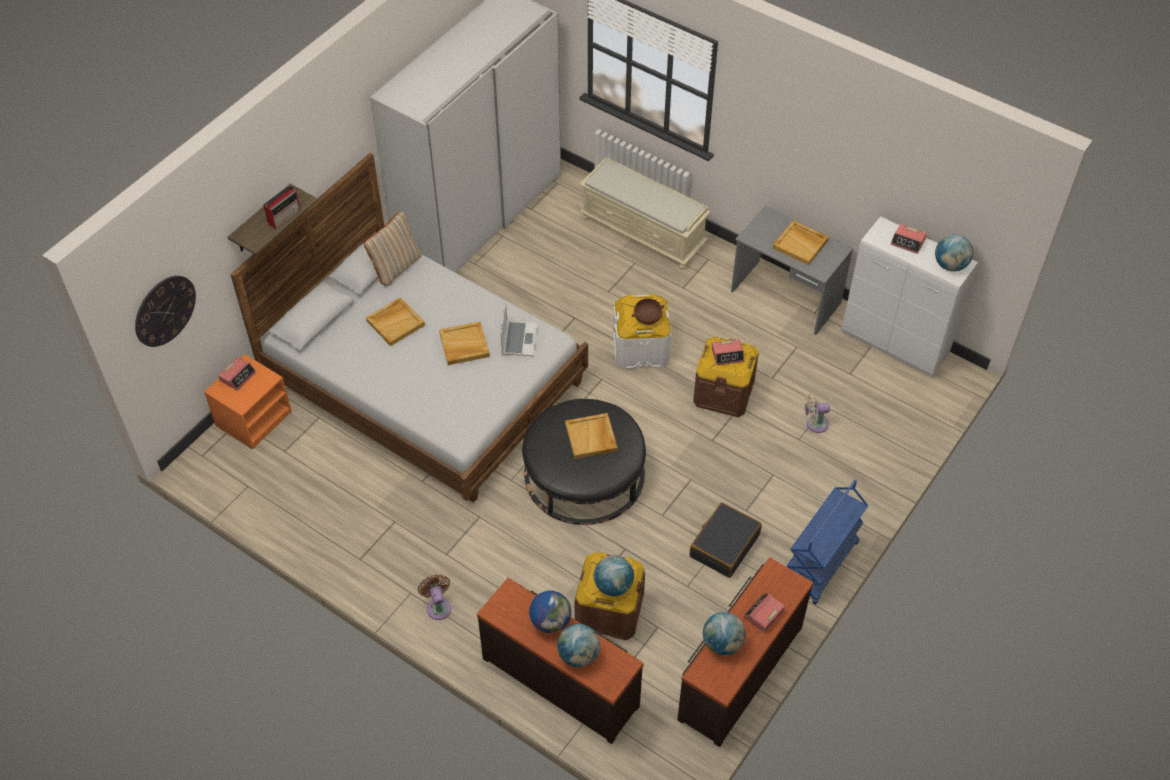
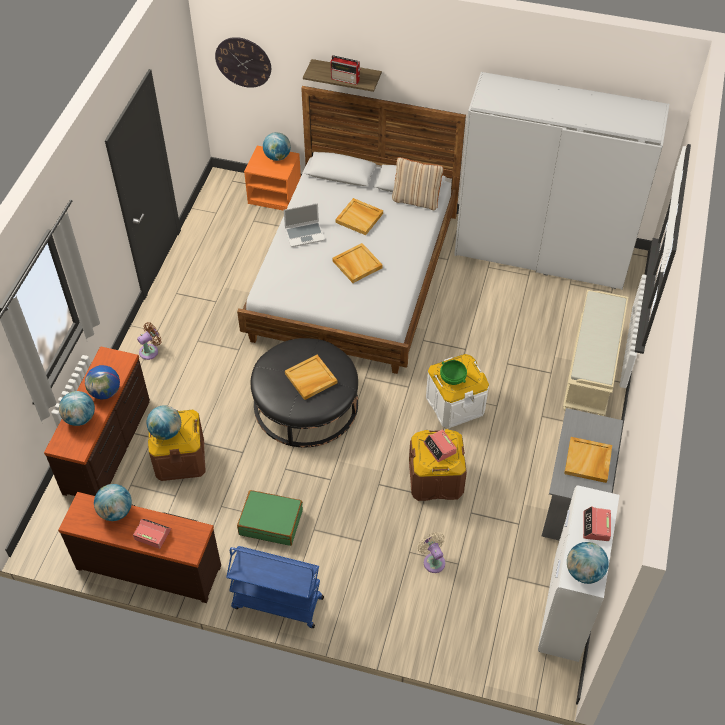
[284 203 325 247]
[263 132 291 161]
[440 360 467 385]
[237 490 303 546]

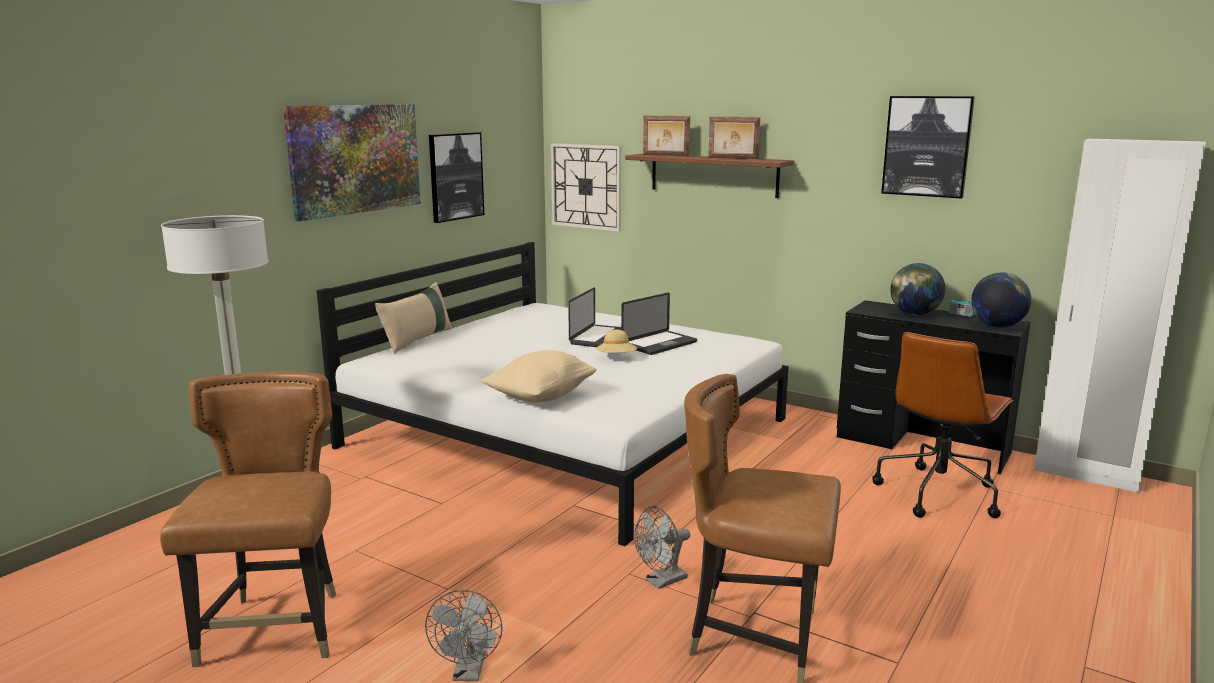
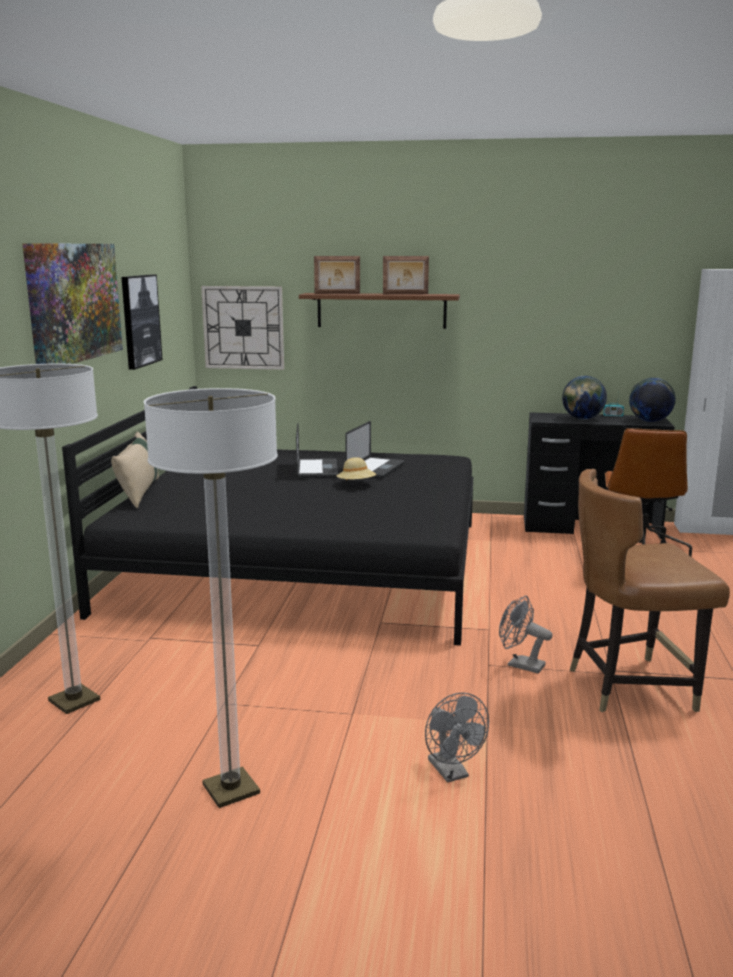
[481 350 597 402] (first image)
[881 96 975 199] (first image)
[144 388 278 808]
[62 386 473 645]
[499 596 553 673]

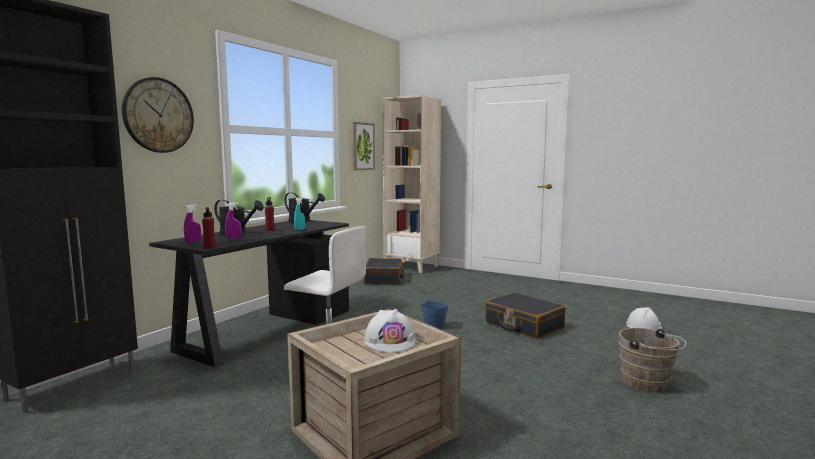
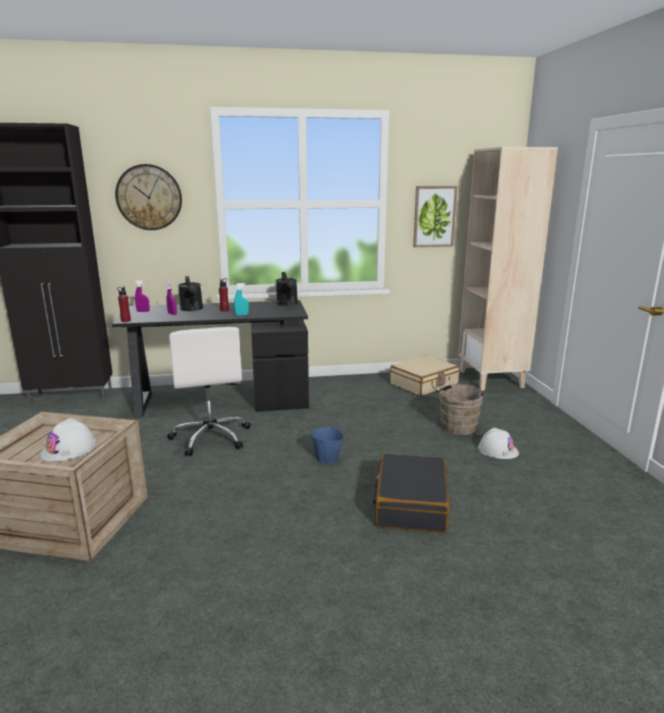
[437 384 486 435]
[478 428 519 459]
[390 355 459 396]

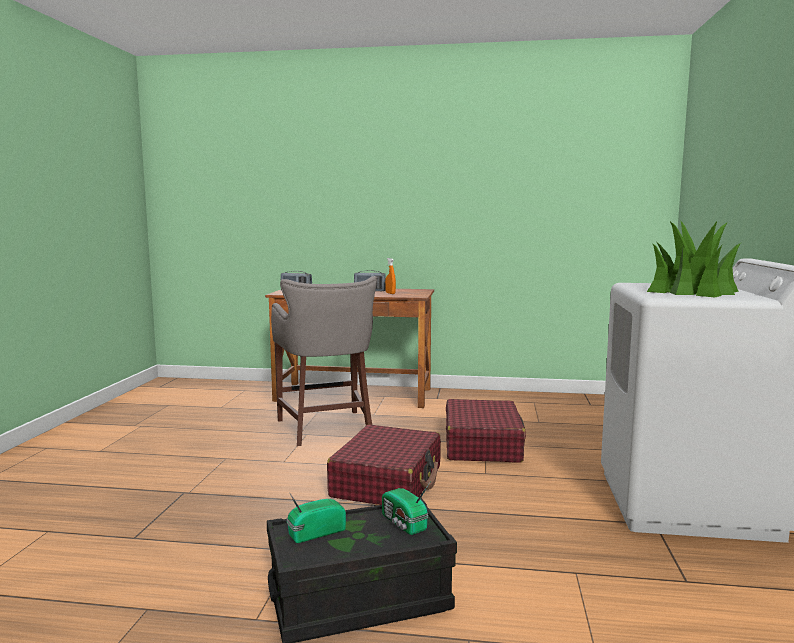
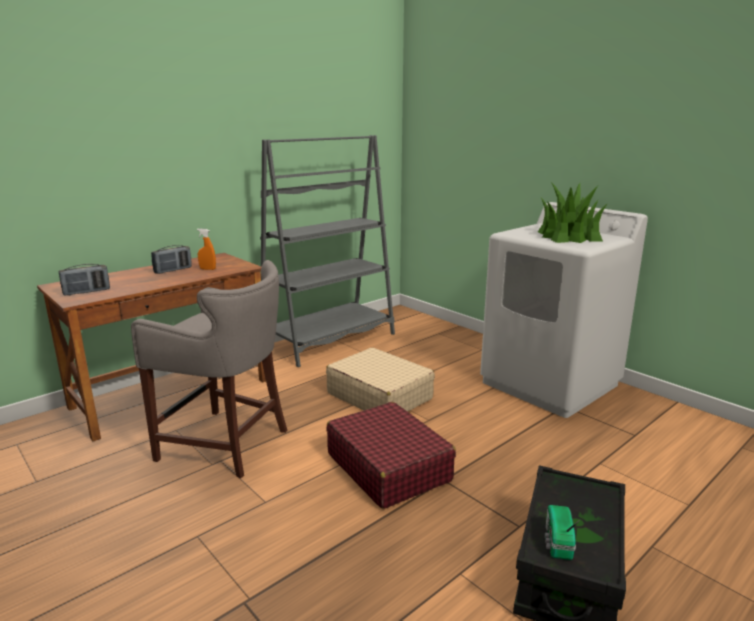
[382 481 431 535] (first image)
[260 135 395 367]
[326 348 435 412]

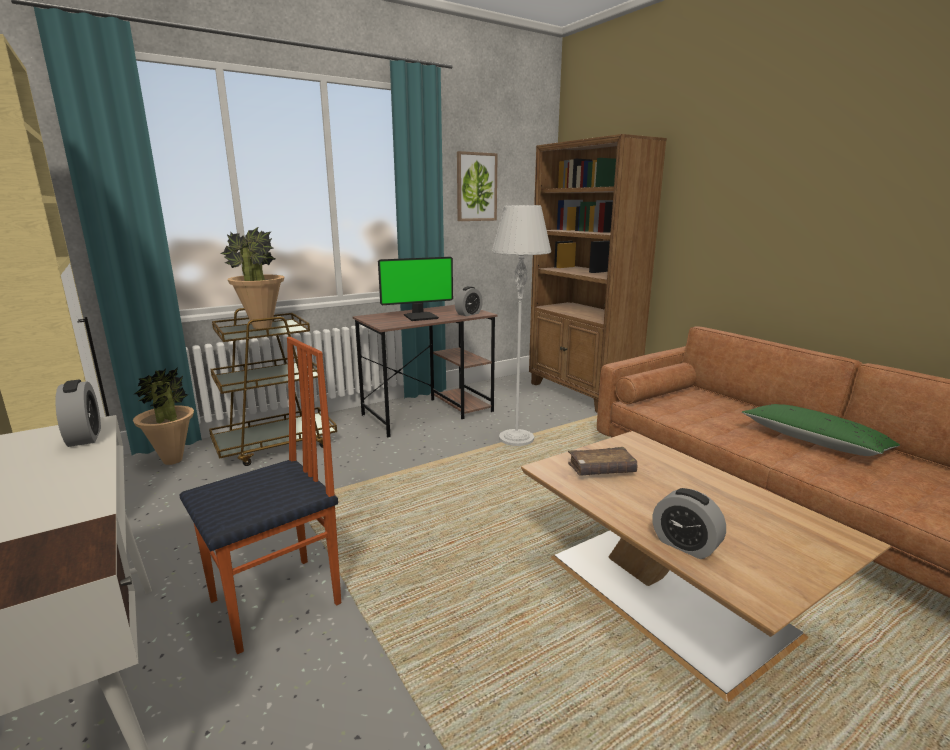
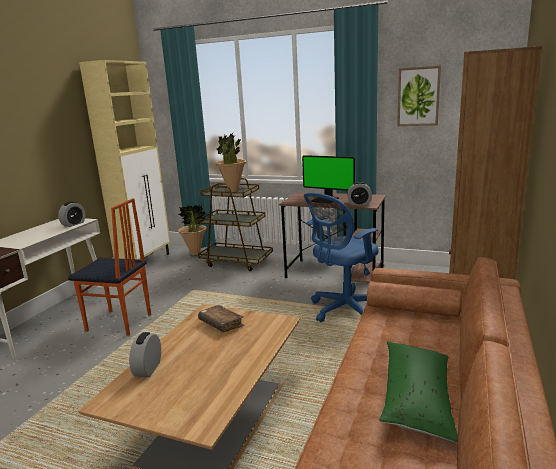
[304 192 379 322]

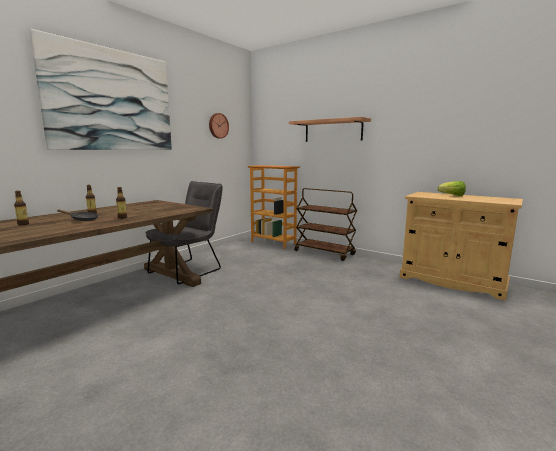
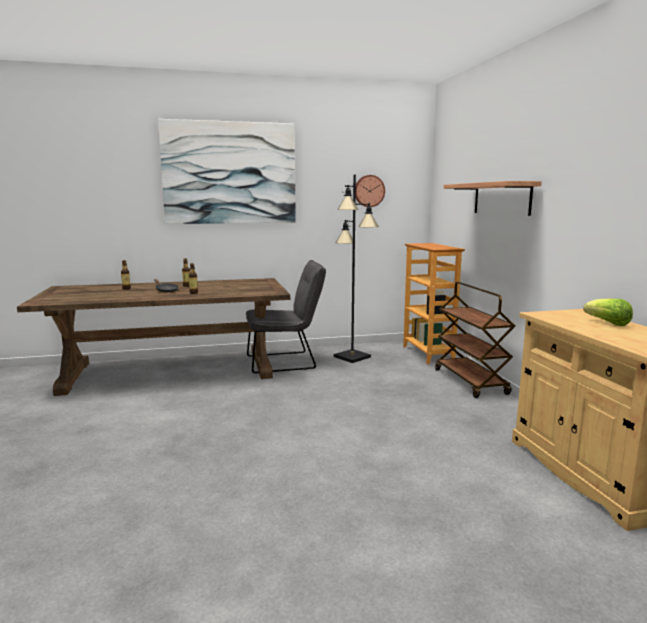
[334 175 379 363]

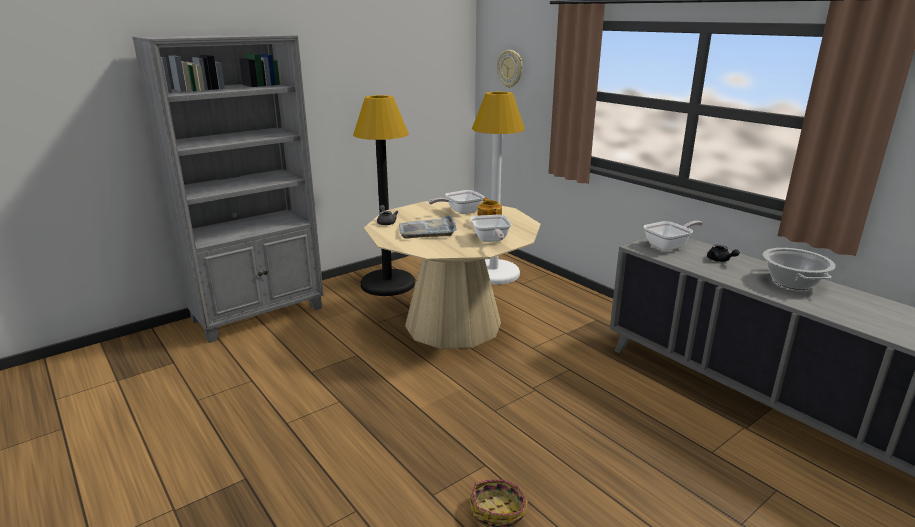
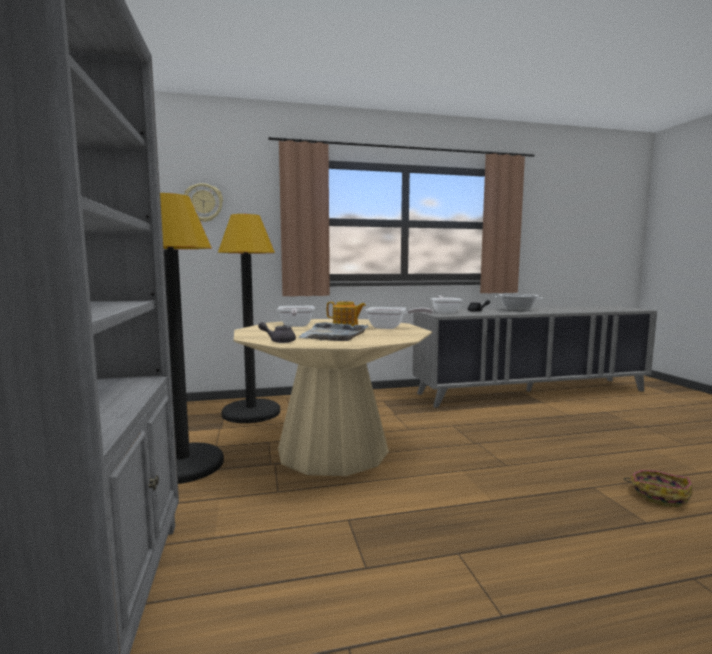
[218 214 280 423]

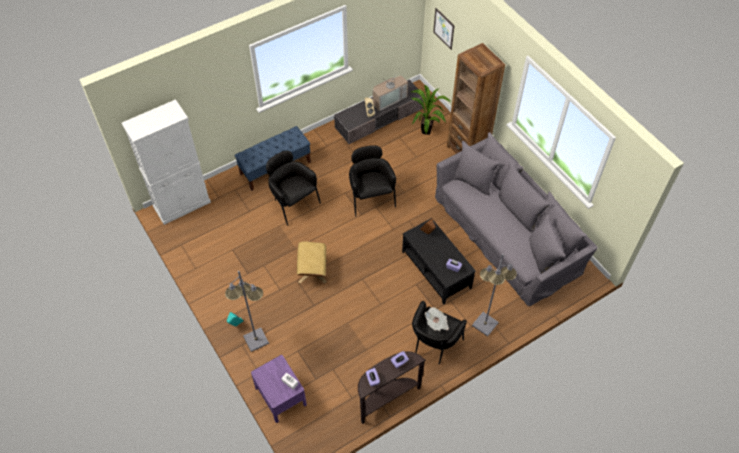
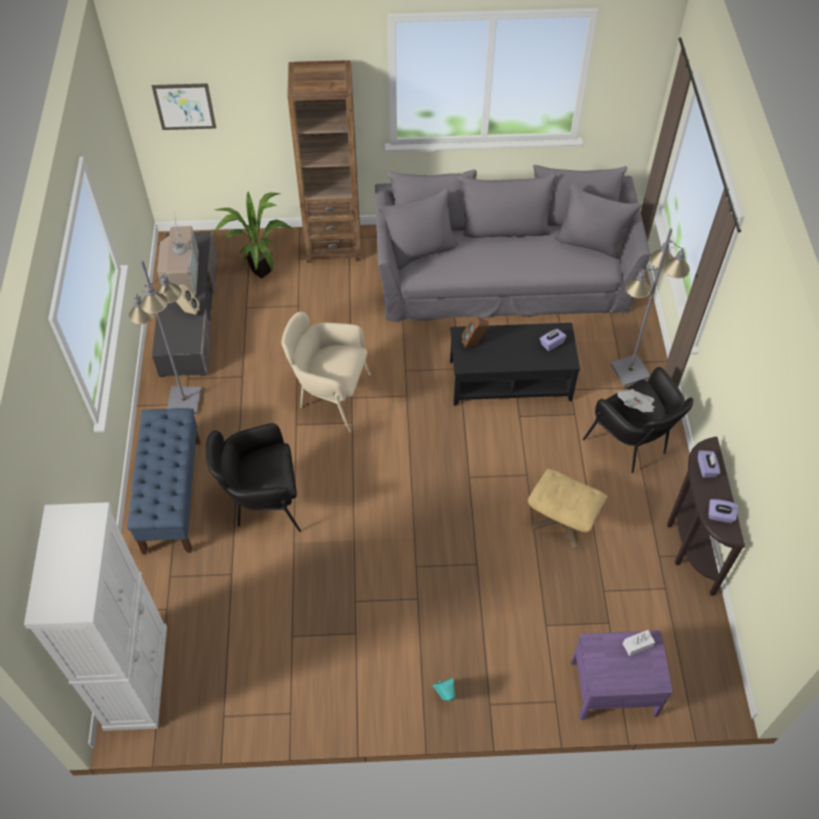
[129 260 202 414]
[528 469 609 549]
[282 311 370 432]

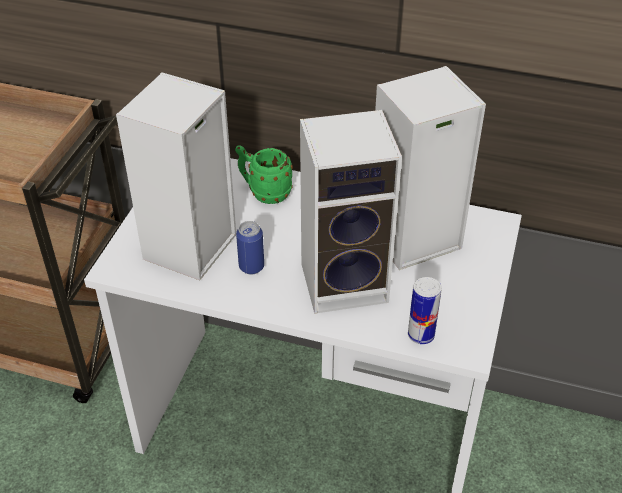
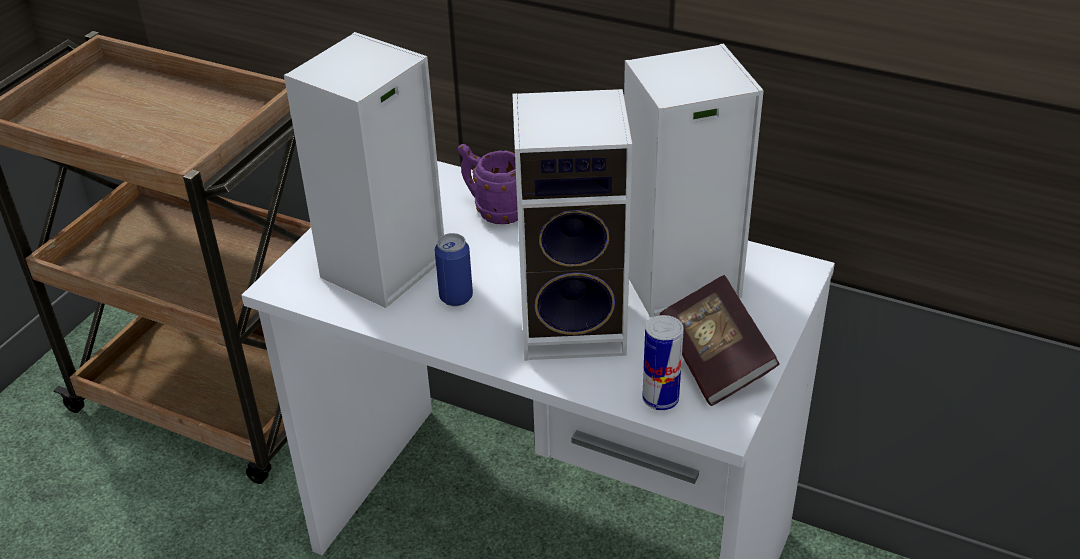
[660 275 780 406]
[458 144 518 224]

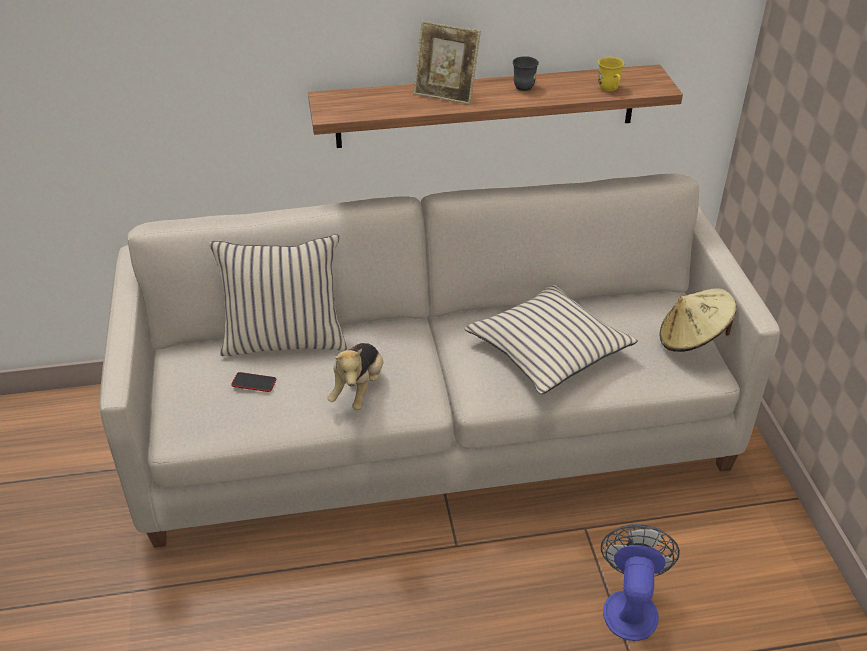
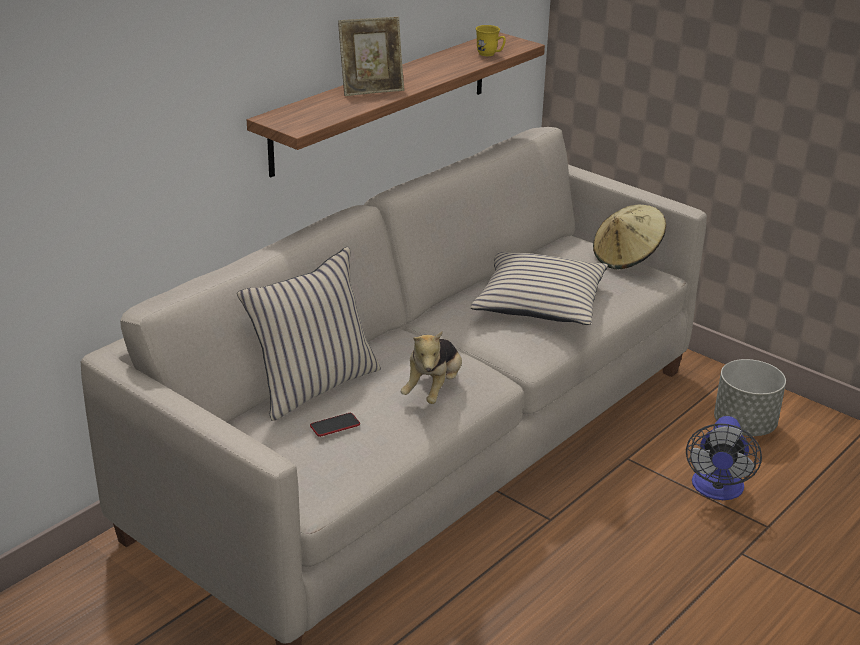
[513 56 539 91] (first image)
[714 359 786 436]
[401 332 462 404]
[686 416 762 500]

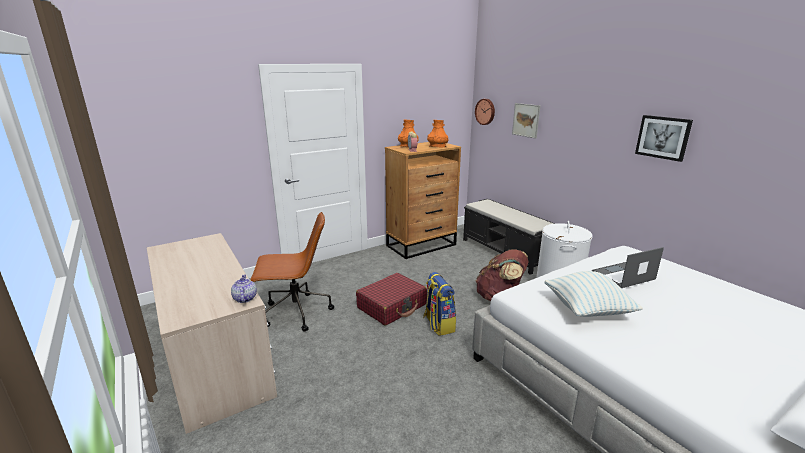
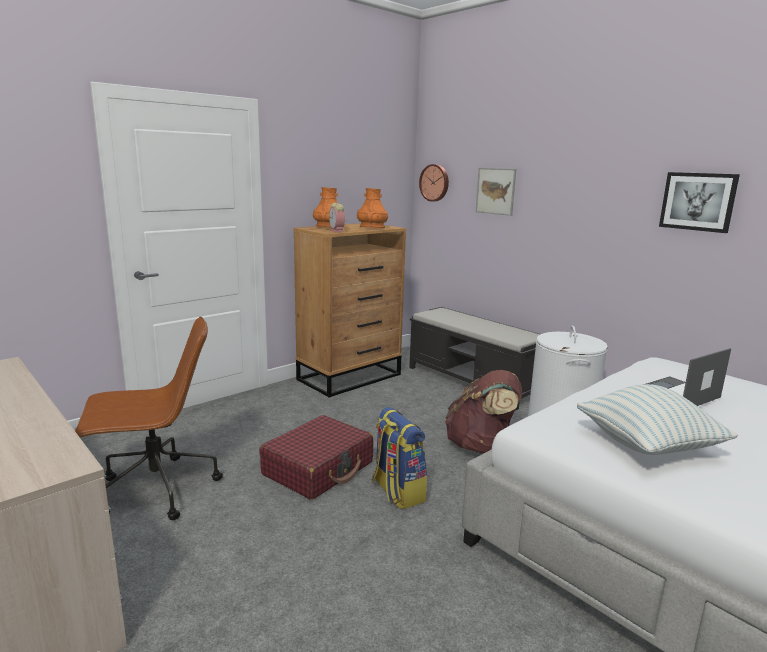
[231 274 257 303] (first image)

